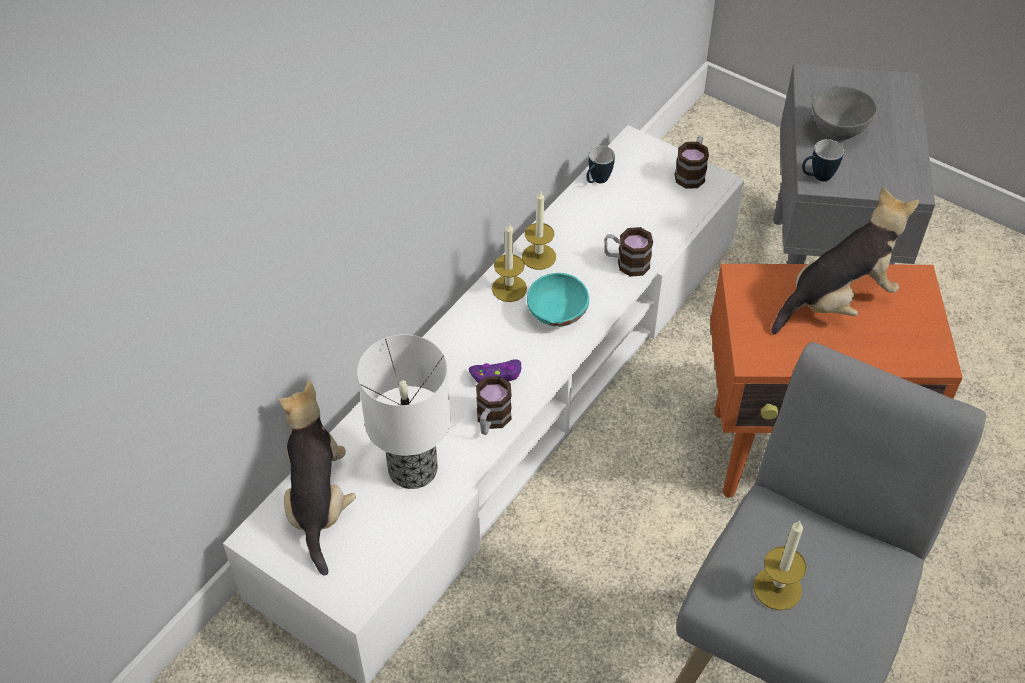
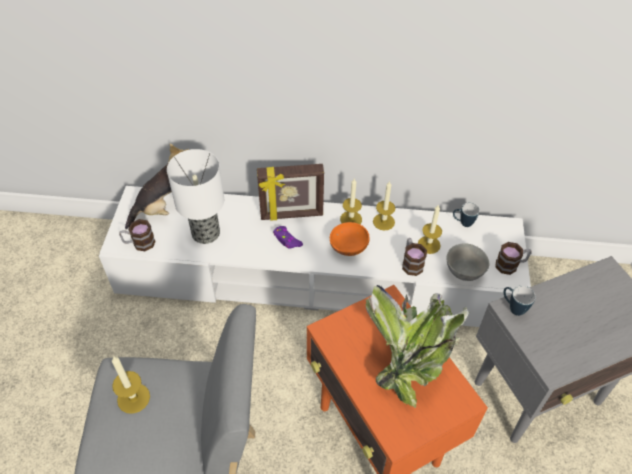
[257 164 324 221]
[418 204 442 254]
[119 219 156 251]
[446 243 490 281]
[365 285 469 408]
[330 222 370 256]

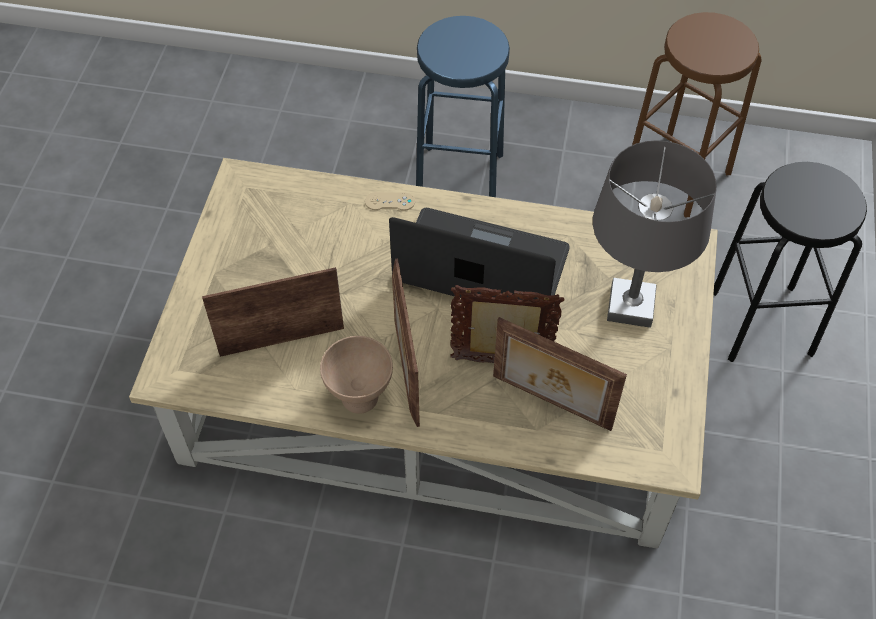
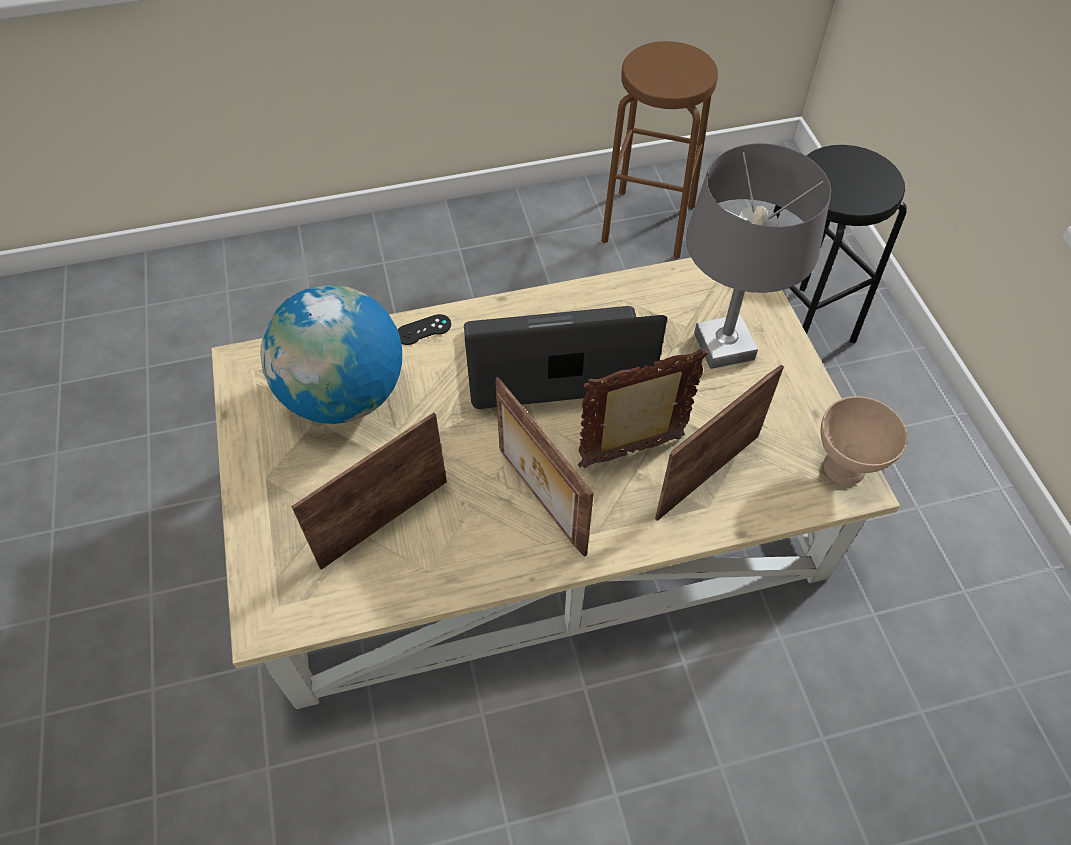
[416 16 510 197] (first image)
[260 285 402 424]
[821 396 907 486]
[397 314 451 345]
[655 365 784 521]

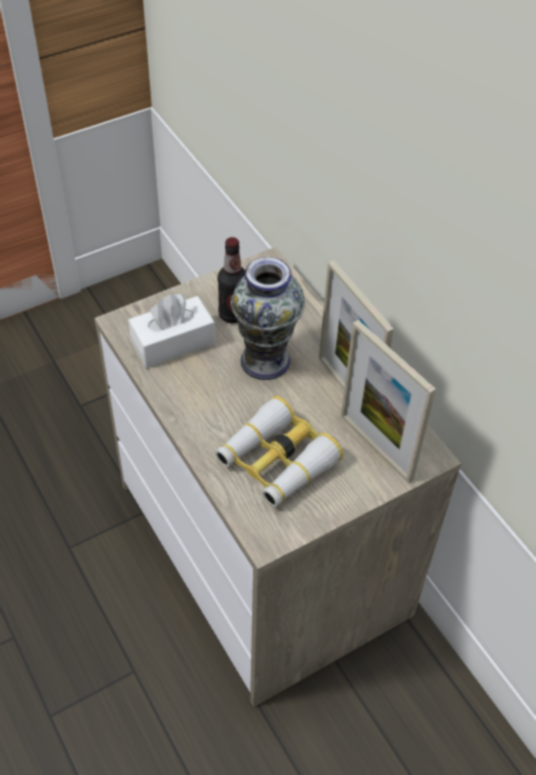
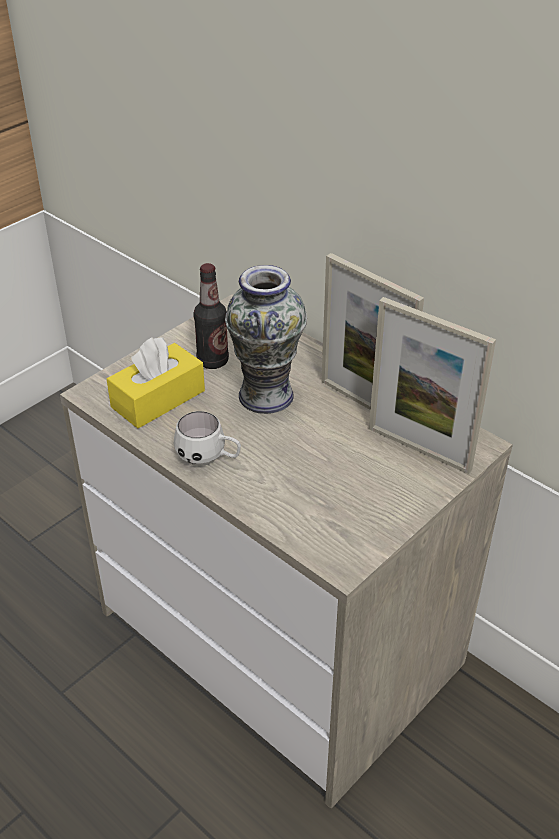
[215 396 343 507] (first image)
[174 411 241 466]
[107 337 205 428]

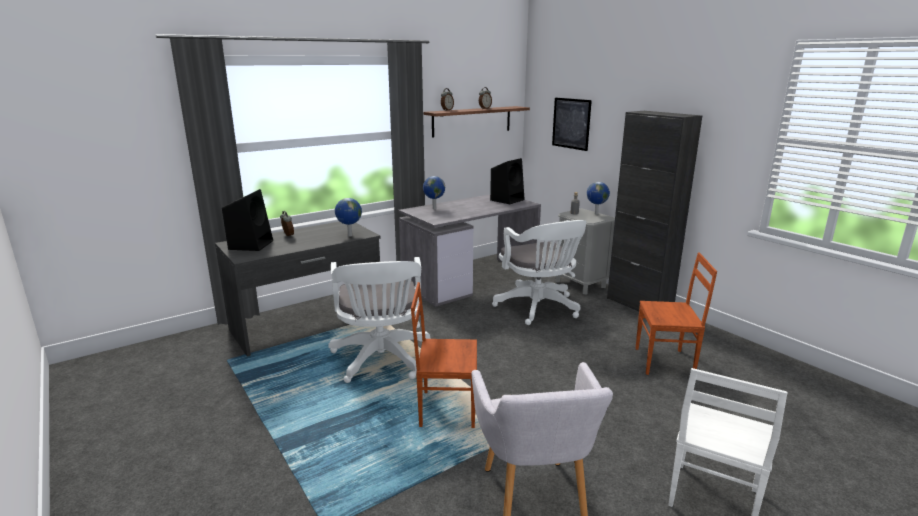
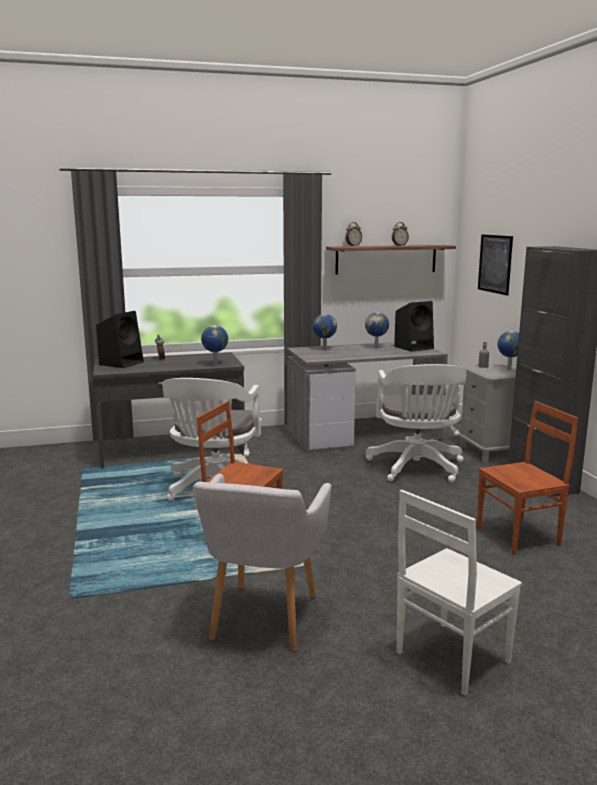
[365 312 389 348]
[477 401 578 555]

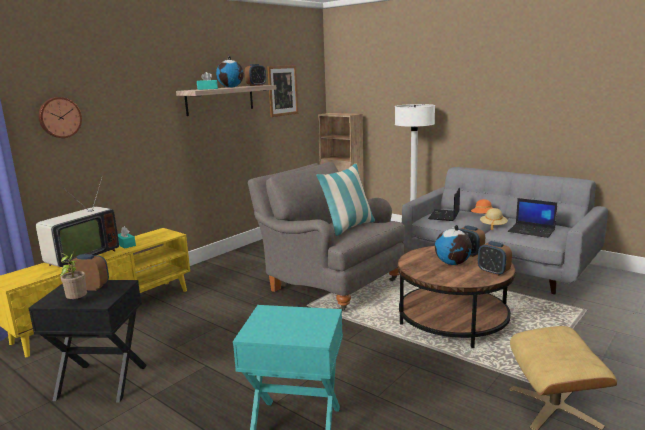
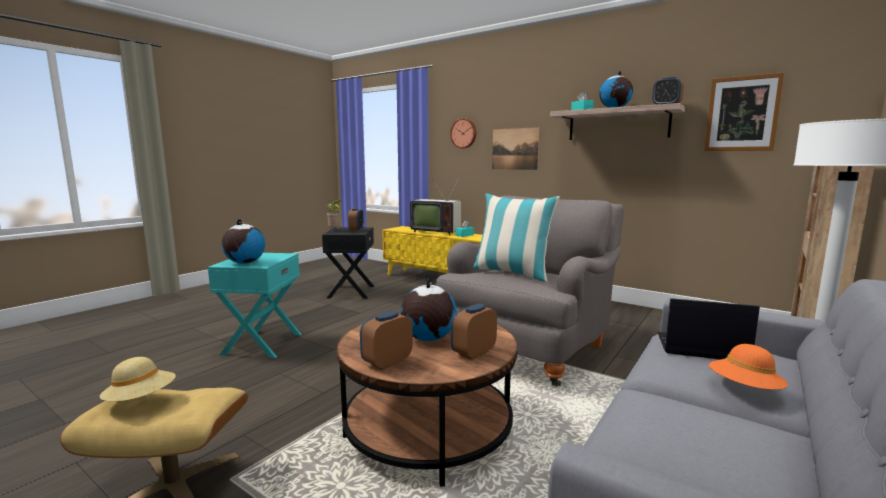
[508 198 557 238] (first image)
[222 219 265 264]
[492 127 539 170]
[100 357 176 401]

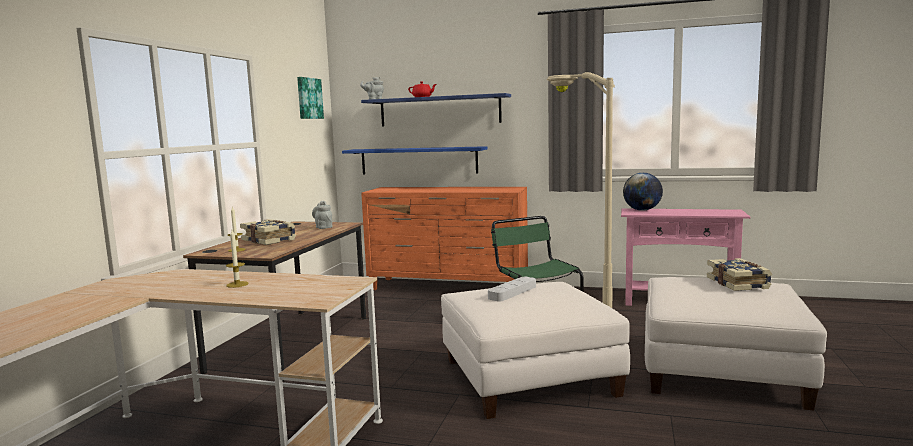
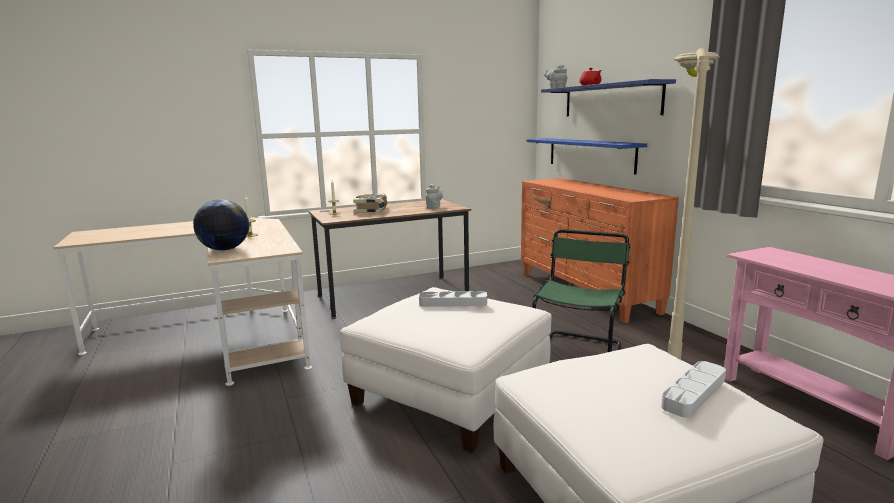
[297 77 324 119] (first image)
[193 199 249 251]
[661 361 726 418]

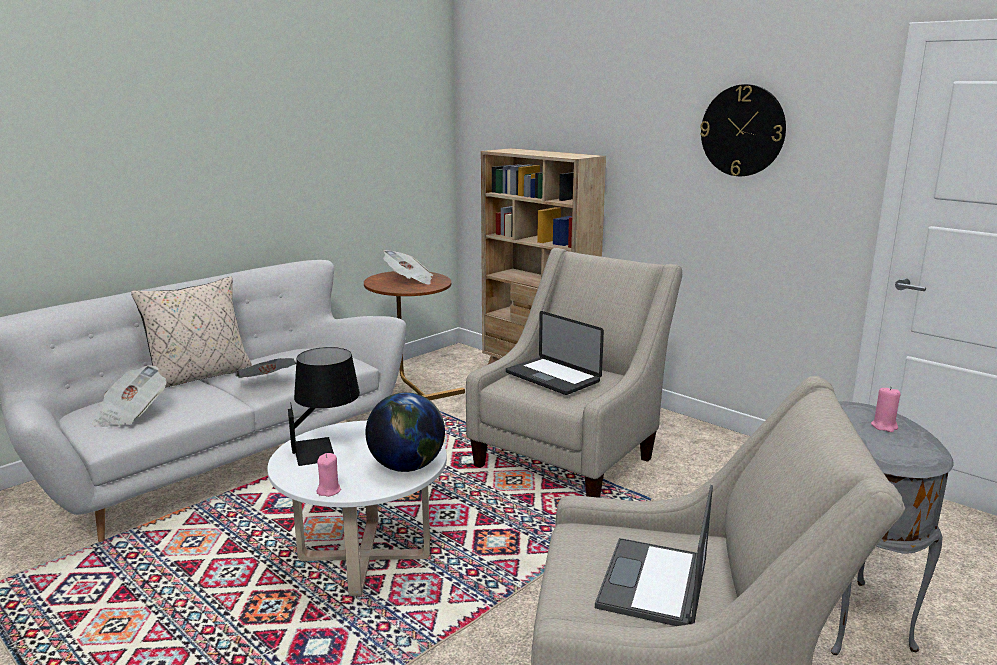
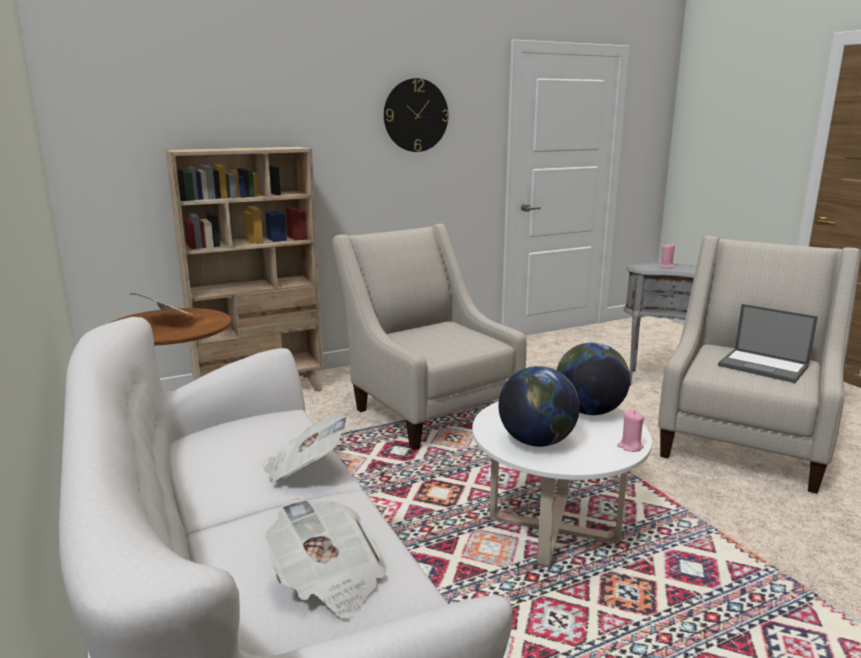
[131 276 252 388] (first image)
[506 311 604 395] (first image)
[499 366 580 447]

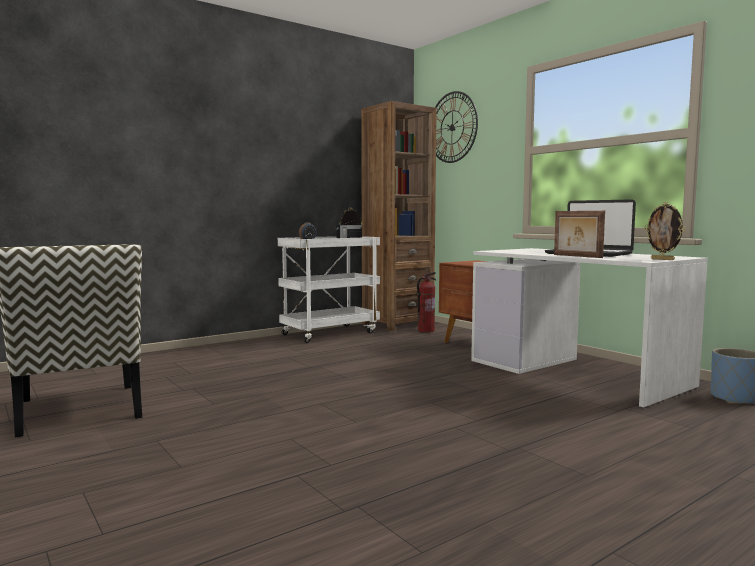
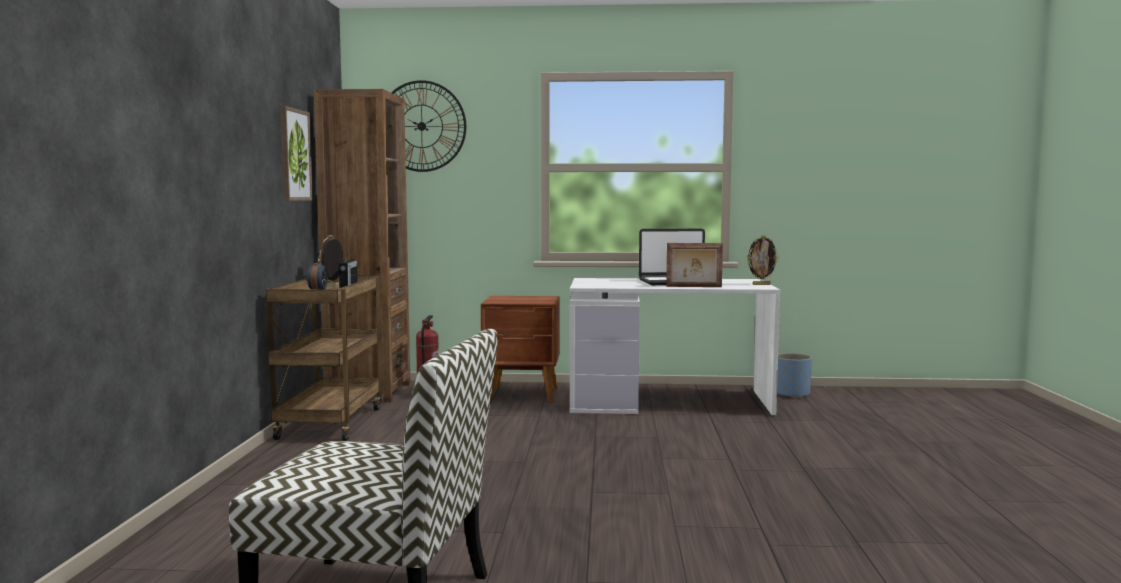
[280 106 313 201]
[266 275 383 441]

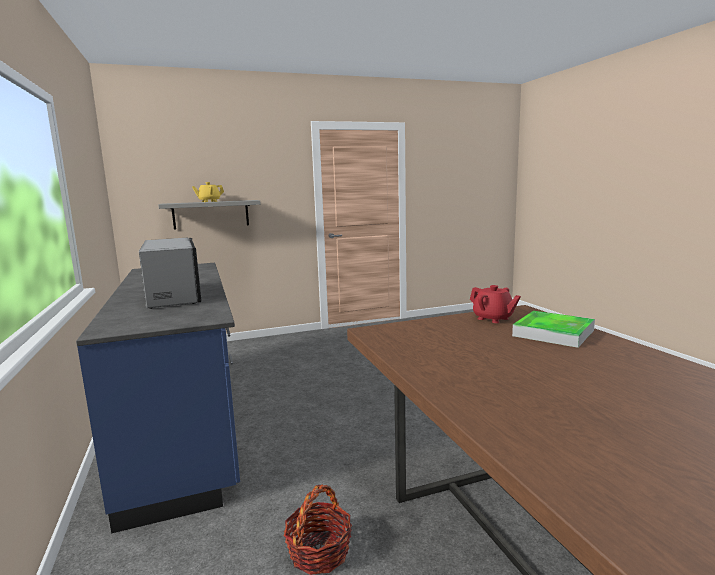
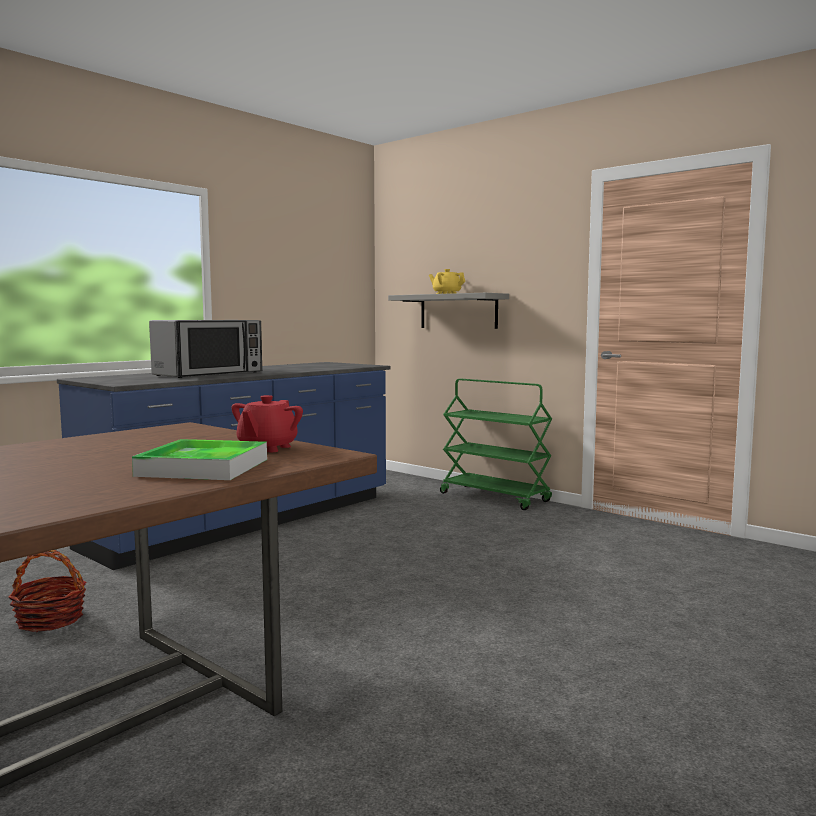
[440 378 552 510]

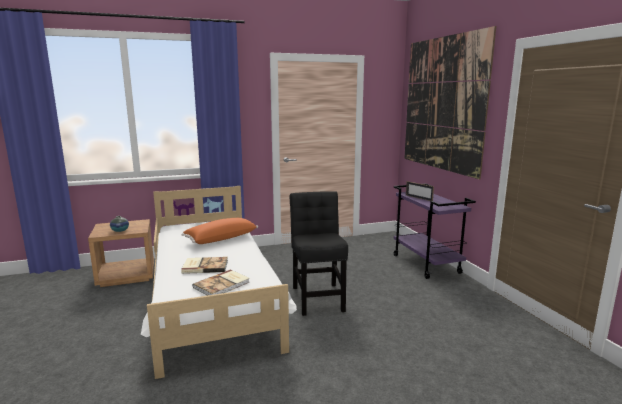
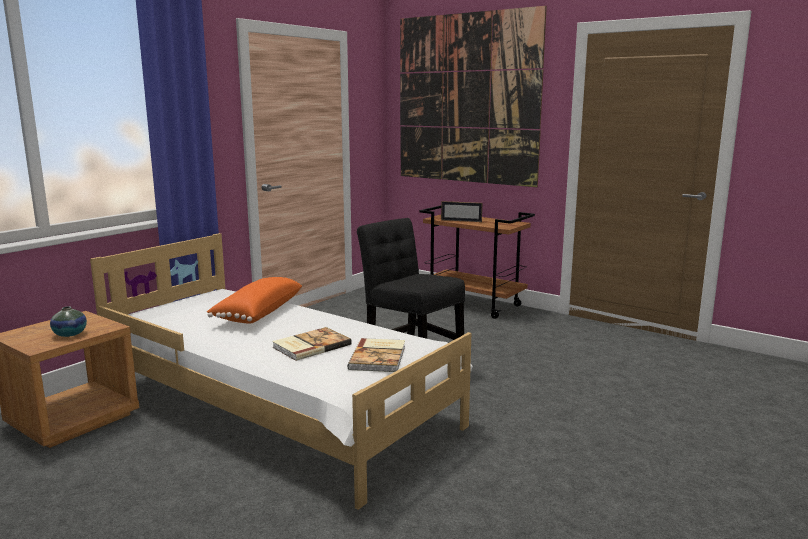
[419 205 535 319]

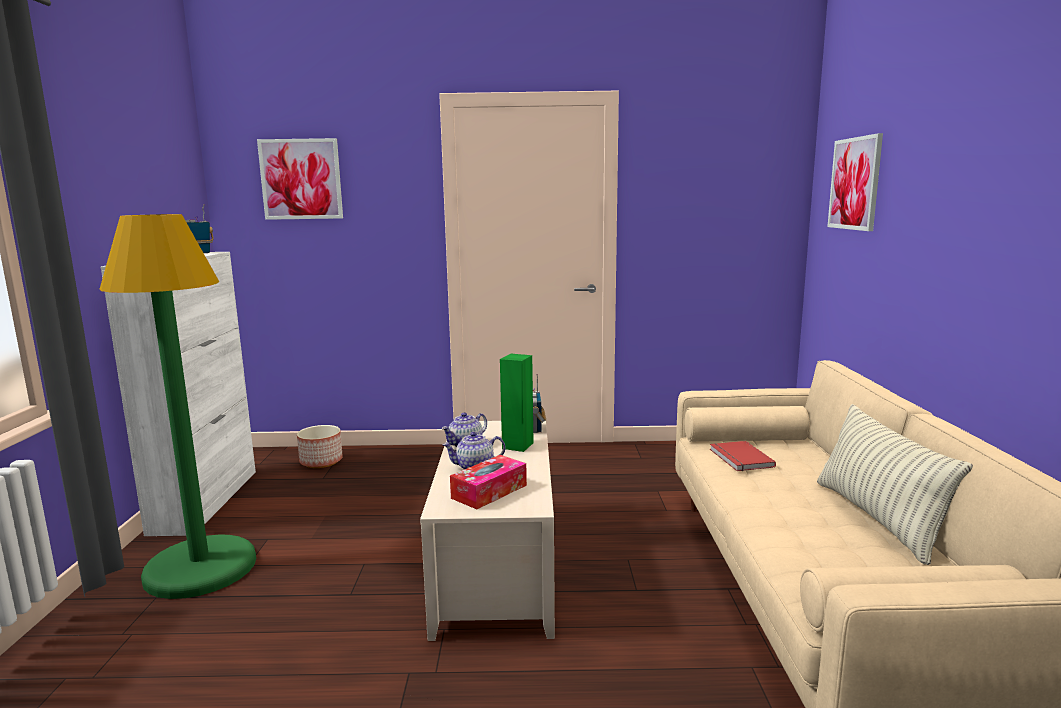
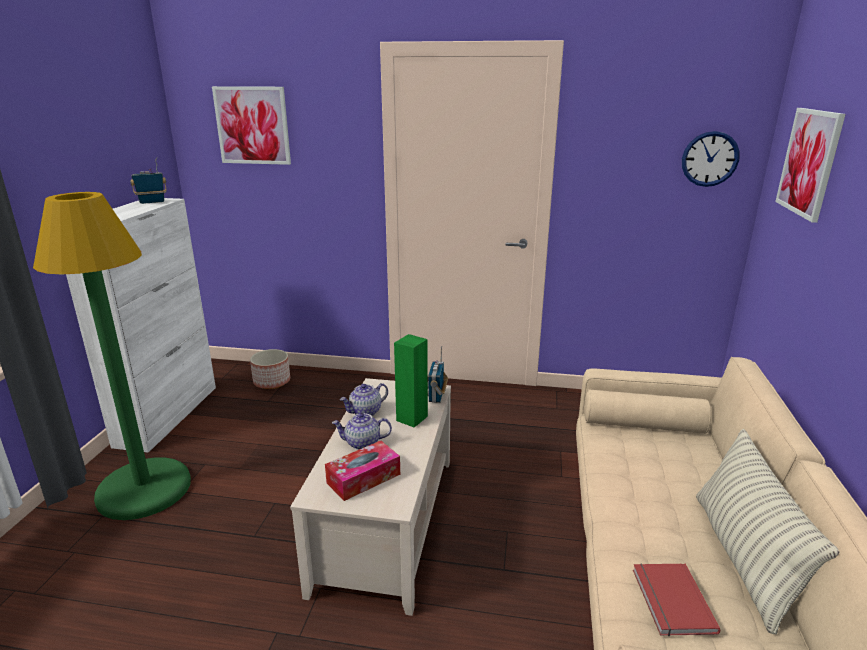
[682 131 740 187]
[633 564 721 636]

